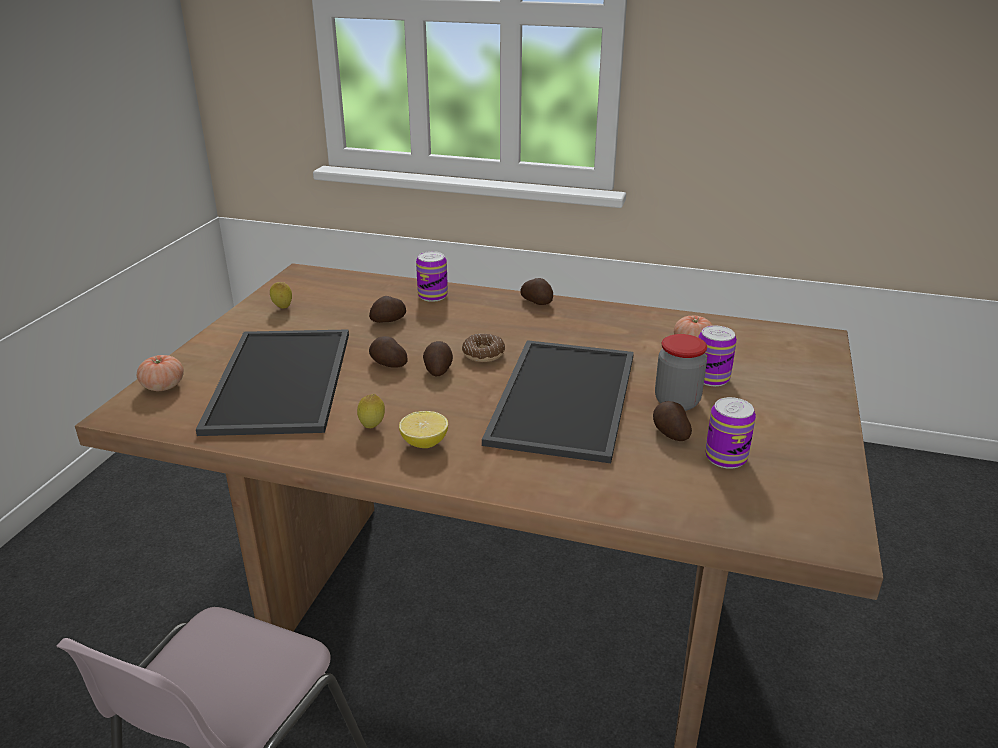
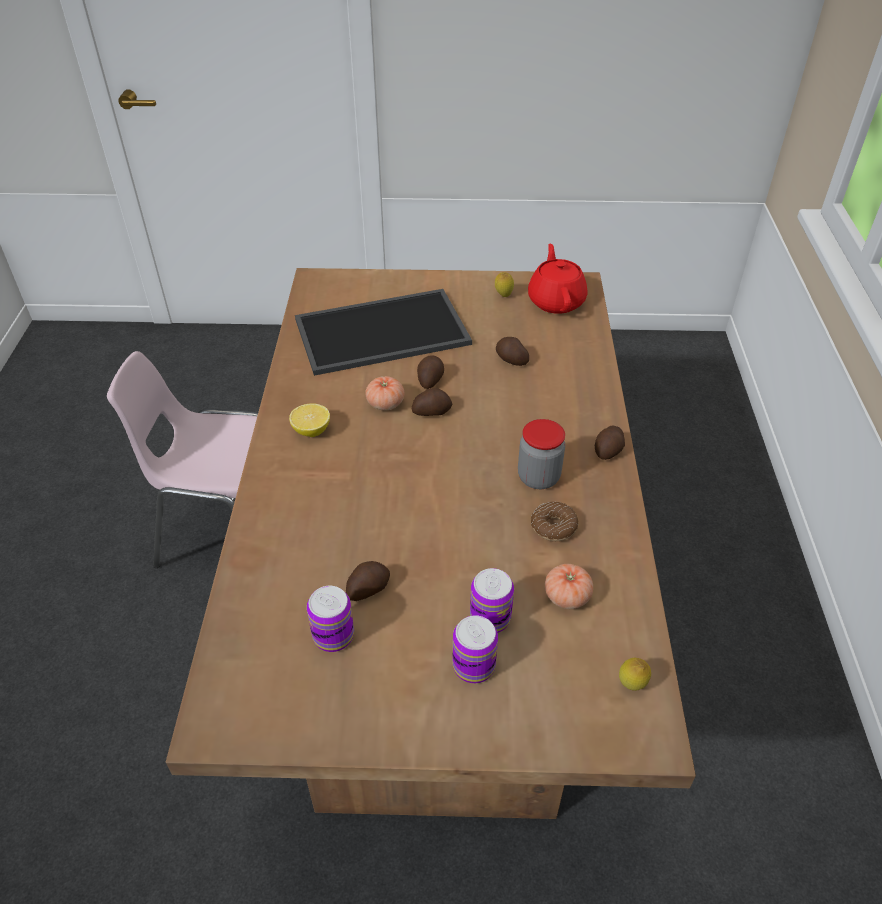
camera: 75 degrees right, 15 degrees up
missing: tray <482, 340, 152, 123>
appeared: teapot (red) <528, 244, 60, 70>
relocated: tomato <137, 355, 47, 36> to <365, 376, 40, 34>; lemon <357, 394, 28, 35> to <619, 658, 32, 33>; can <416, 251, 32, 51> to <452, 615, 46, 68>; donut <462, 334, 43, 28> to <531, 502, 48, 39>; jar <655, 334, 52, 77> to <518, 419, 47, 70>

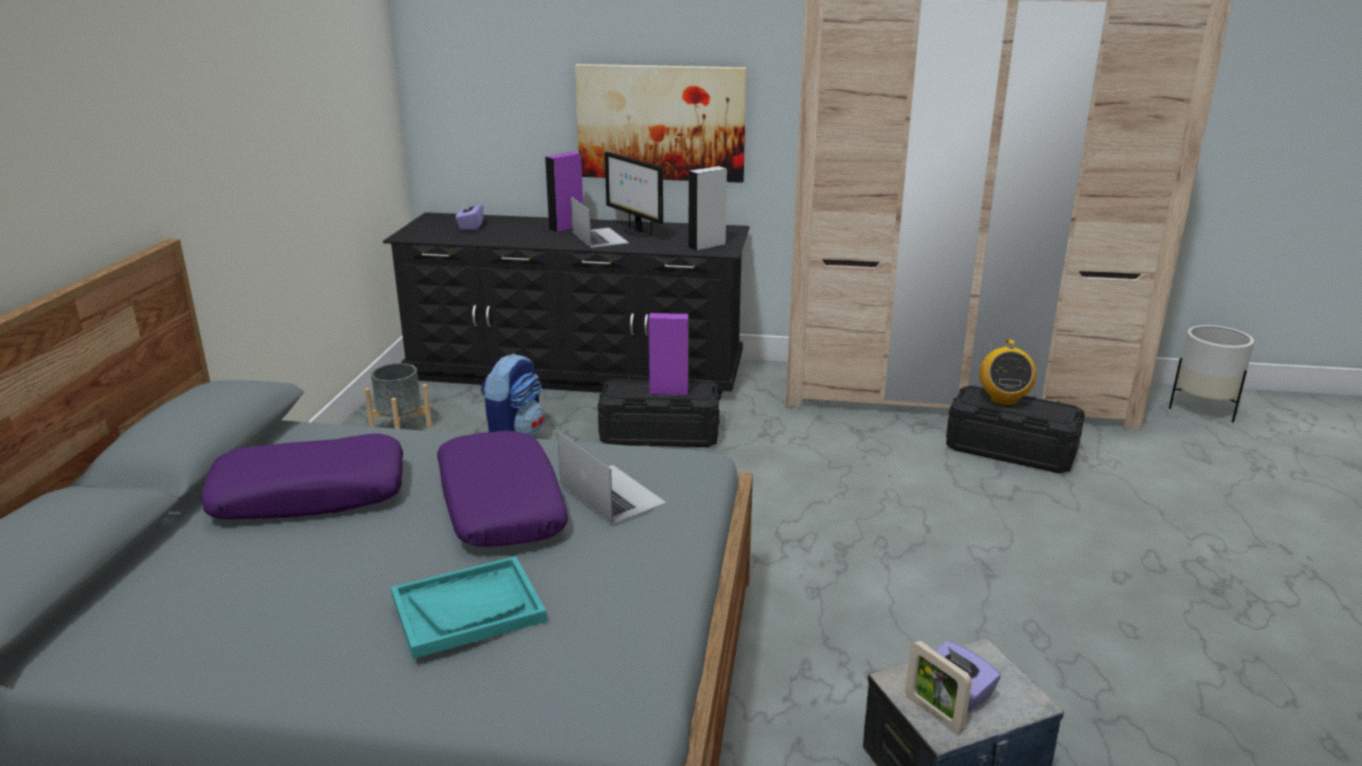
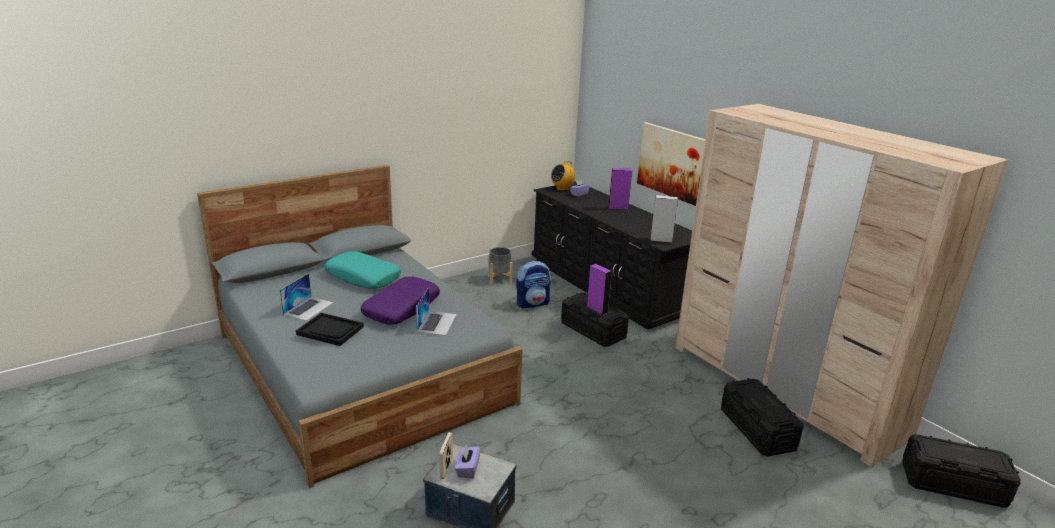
camera: 45 degrees right, 0 degrees up
missing: monitor <605, 152, 58, 85>
relocated: laptop <571, 196, 58, 52> to <280, 273, 54, 48>; radio <979, 340, 57, 66> to <551, 161, 25, 30>
exchanged: planter (white) <1169, 325, 85, 97> to storage box (black) <902, 434, 119, 74>
colour: pillow (purple) <201, 433, 202, 87> to pillow (turquoise) <324, 251, 77, 38>; tray (turquoise) <391, 556, 156, 103> to tray (black) <296, 313, 68, 33>

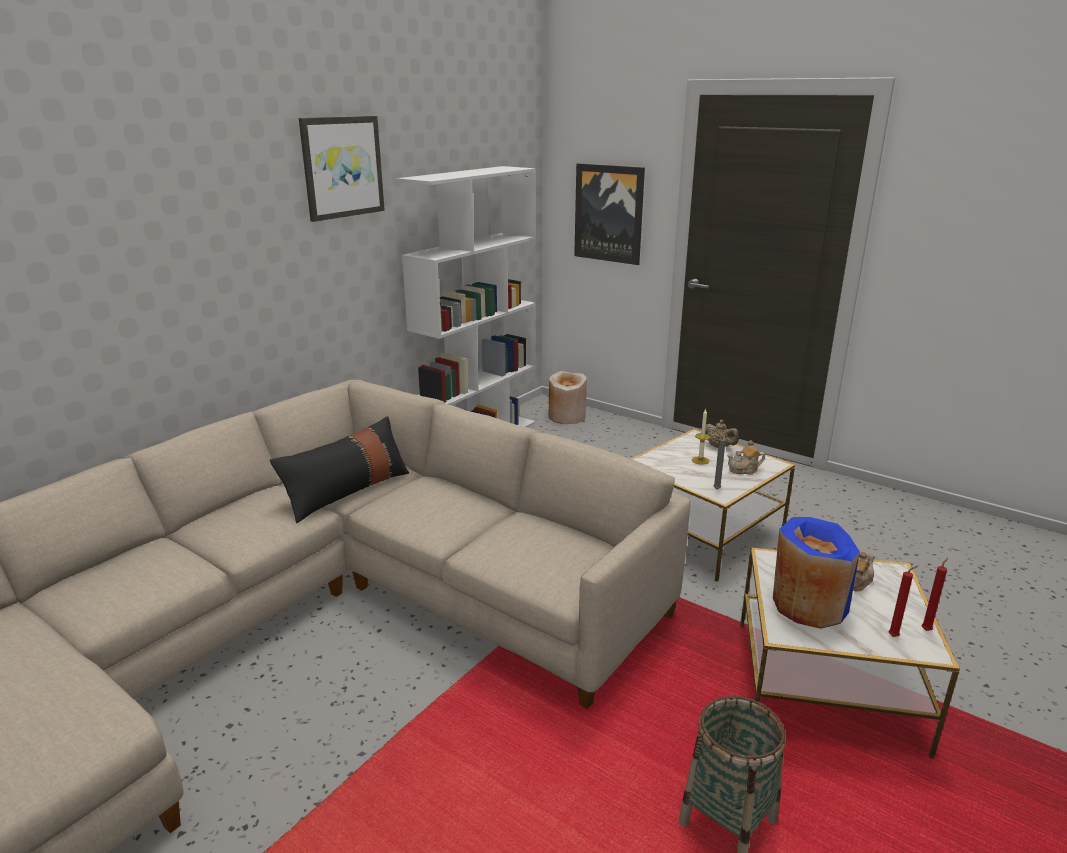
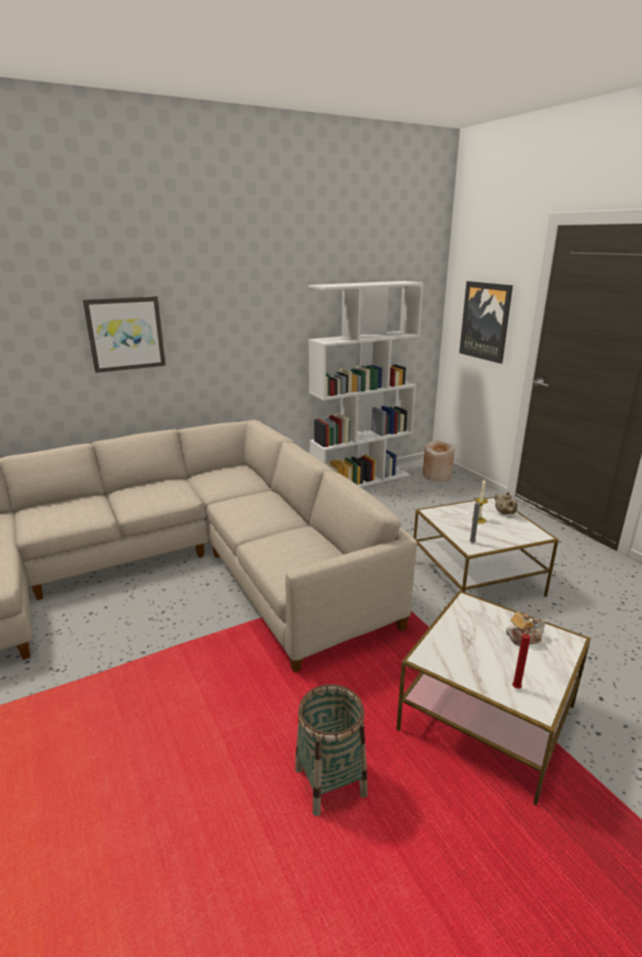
camera: 25 degrees right, 0 degrees up
missing: pillow (black) <270, 416, 139, 107>; teapot <727, 440, 38, 35>; vase (blue) <773, 517, 87, 112>; candle (red) <922, 558, 26, 73>
relocated: picture <299, 116, 86, 106> to <83, 296, 83, 77>

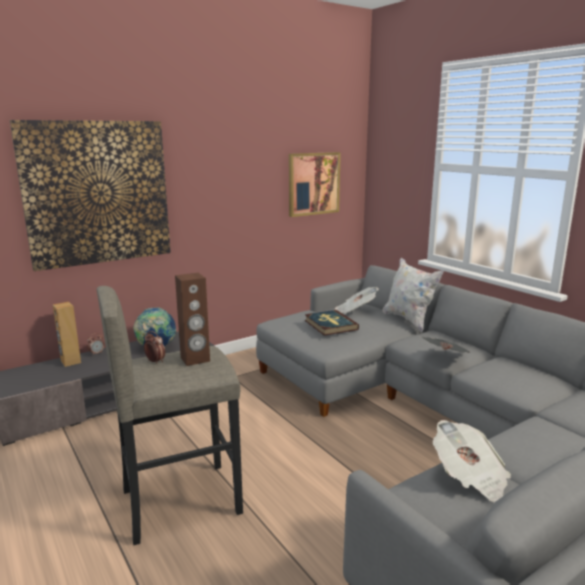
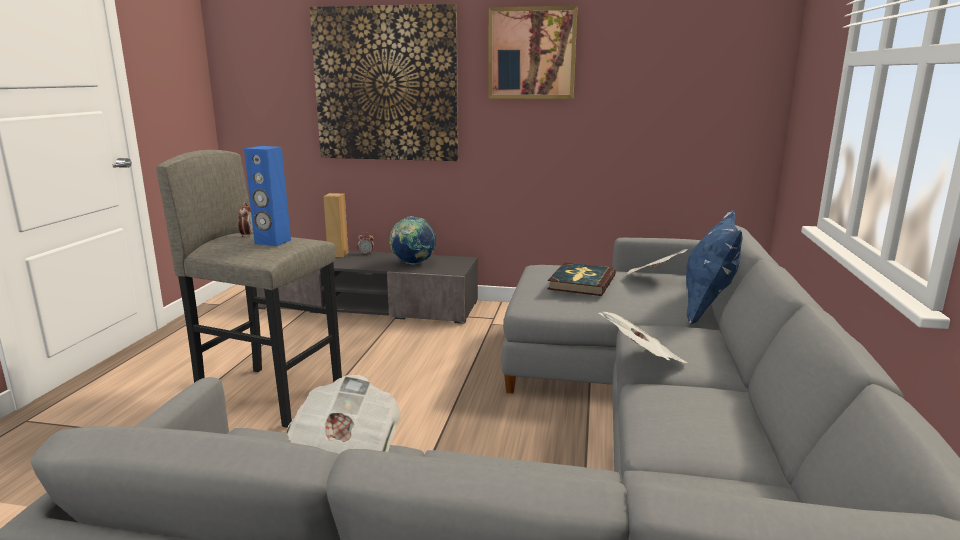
camera: 45 degrees right, 0 degrees up
relocated: picture <289, 152, 52, 65> to <488, 6, 89, 93>
colour: speaker (brown) <175, 273, 35, 93> to speaker (blue) <244, 146, 47, 100>; pillow (white) <382, 258, 62, 74> to pillow (blue) <686, 209, 57, 115>

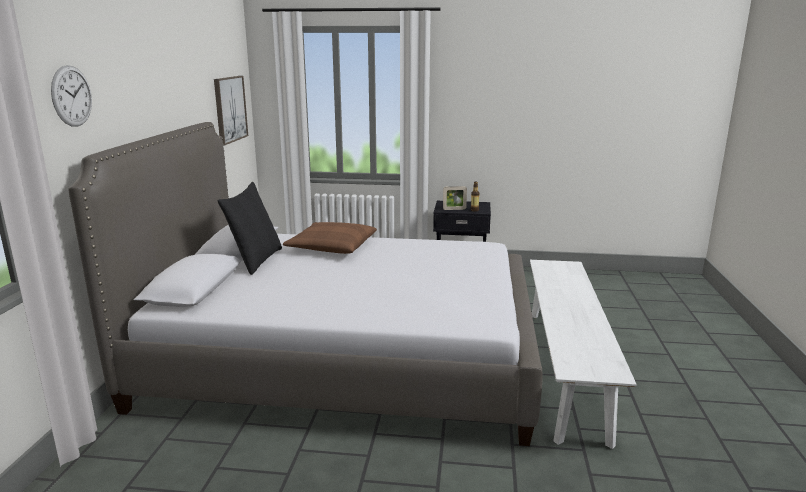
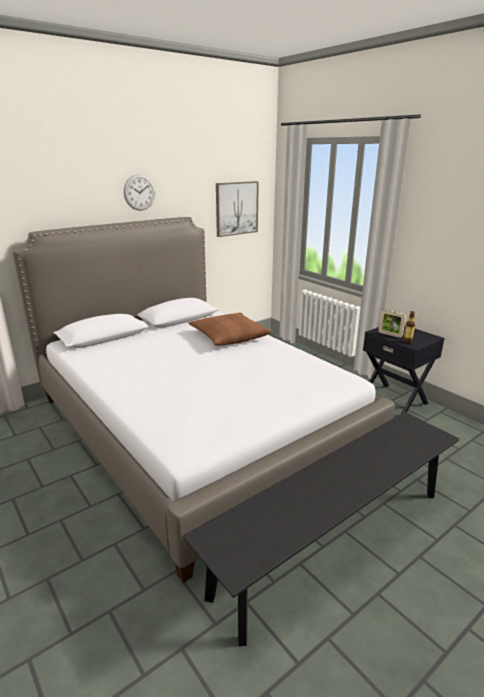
camera: 45 degrees right, 5 degrees up
missing: pillow (black) <218, 182, 64, 93>
relocated: wall clock <51, 65, 41, 62> to <124, 174, 31, 37>
colour: bench (white) <530, 260, 107, 189> to bench (black) <183, 412, 277, 234>

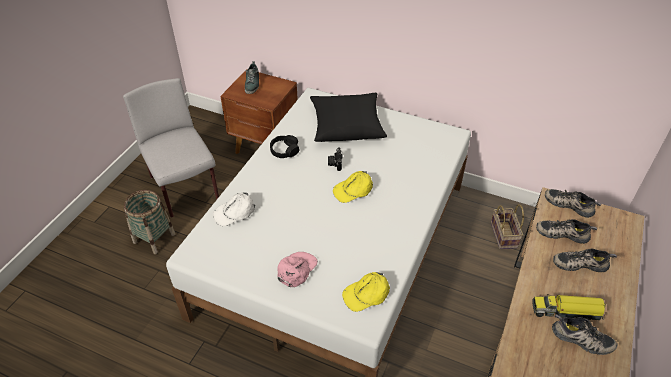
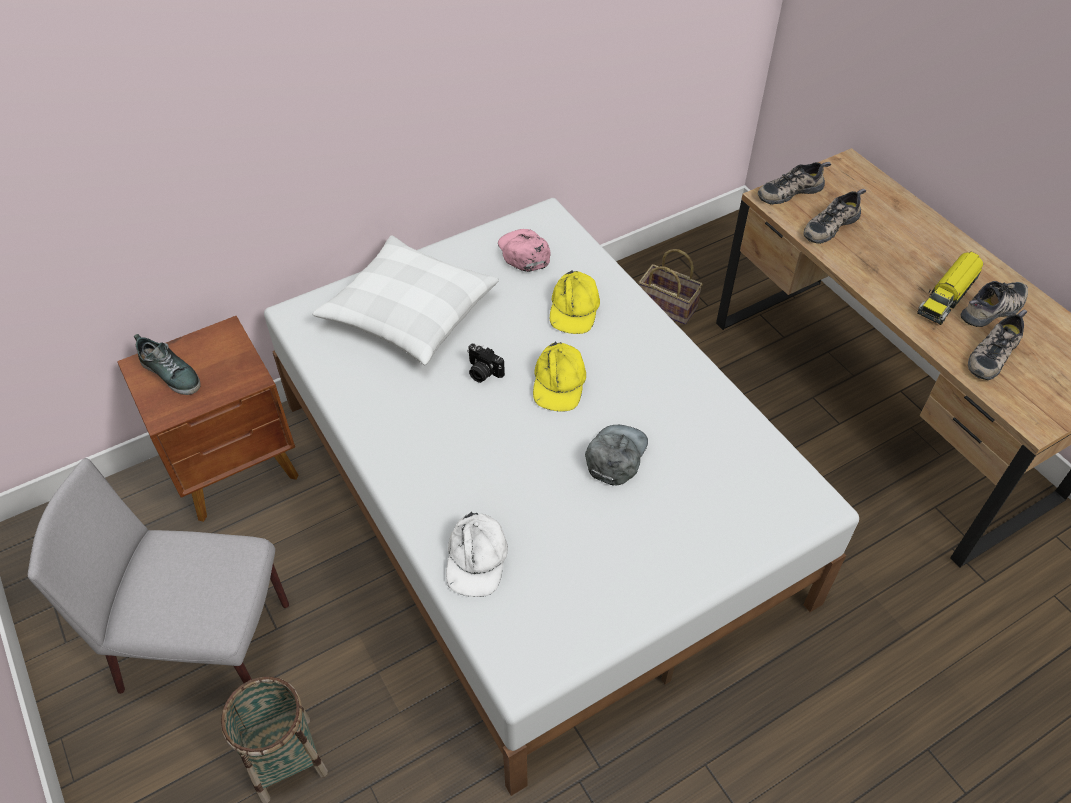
camera: 55 degrees left, 5 degrees up
missing: headphones (black) <270, 135, 29, 23>
appeared: cap (grey) <585, 425, 63, 61>
relocated: cap (pink) <277, 252, 41, 35> to <498, 229, 53, 43>; cap (yellow) <342, 272, 48, 40> to <550, 269, 50, 65>; shoe <553, 249, 64, 23> to <968, 309, 60, 71>
colour: pillow (black) <310, 93, 77, 49> to pillow (white) <313, 235, 186, 131>

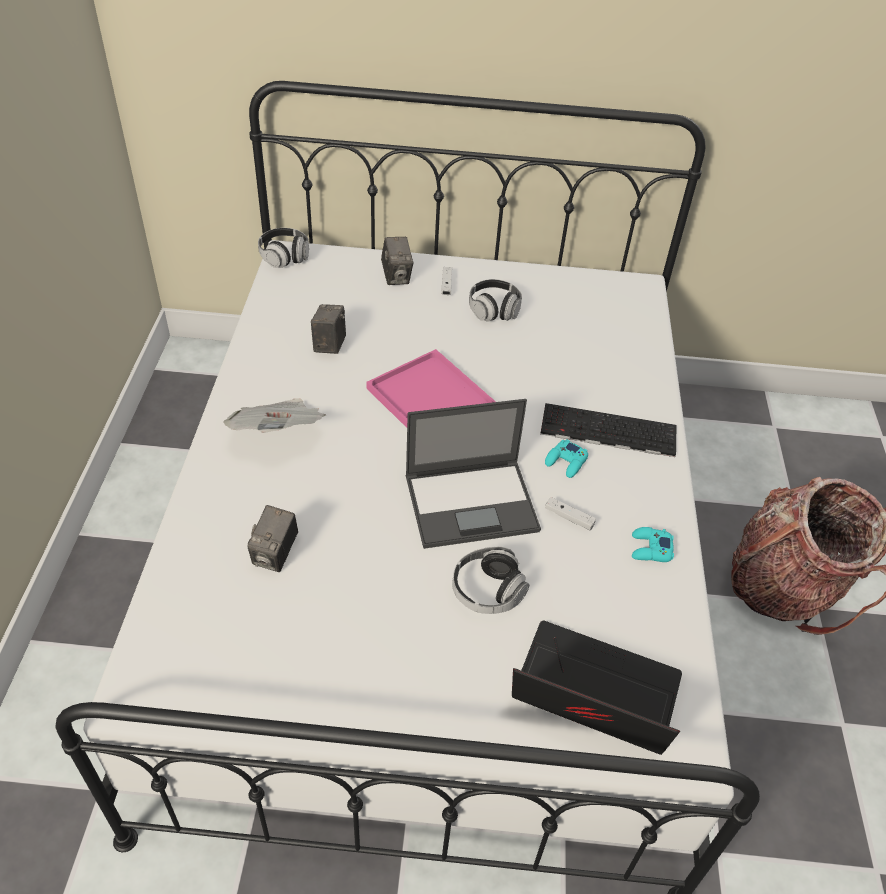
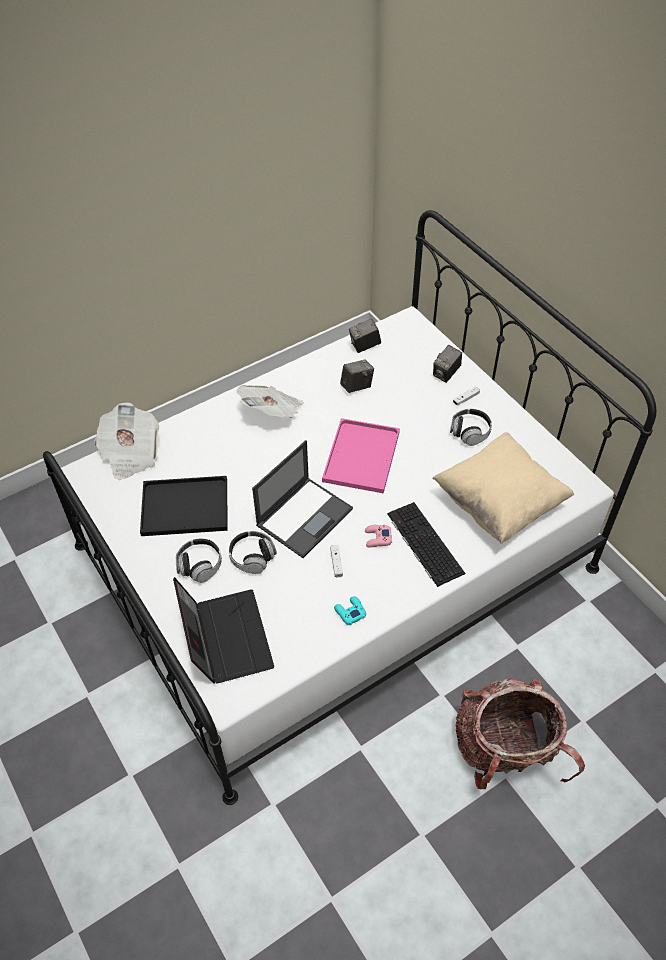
camera: 55 degrees right, 5 degrees up
appeared: newspaper <95, 402, 65, 78>; tray (black) <140, 476, 88, 60>; pillow (beige) <432, 432, 142, 112>
relocated: photo camera <248, 505, 50, 67> to <349, 318, 32, 35>; headphones <258, 228, 51, 40> to <176, 538, 46, 45>
colour: game controller (turquoise) <545, 440, 43, 38> to game controller (pink) <365, 524, 27, 24>
spun: laptop <406, 399, 135, 150> = <252, 440, 101, 118> 90 degrees counterclockwise

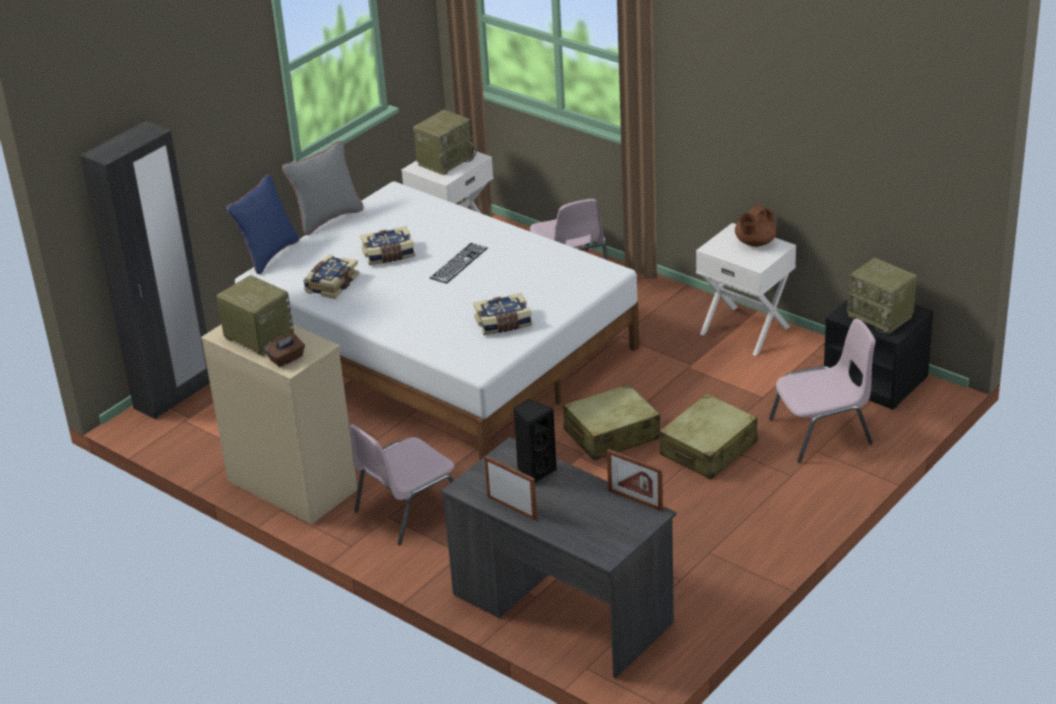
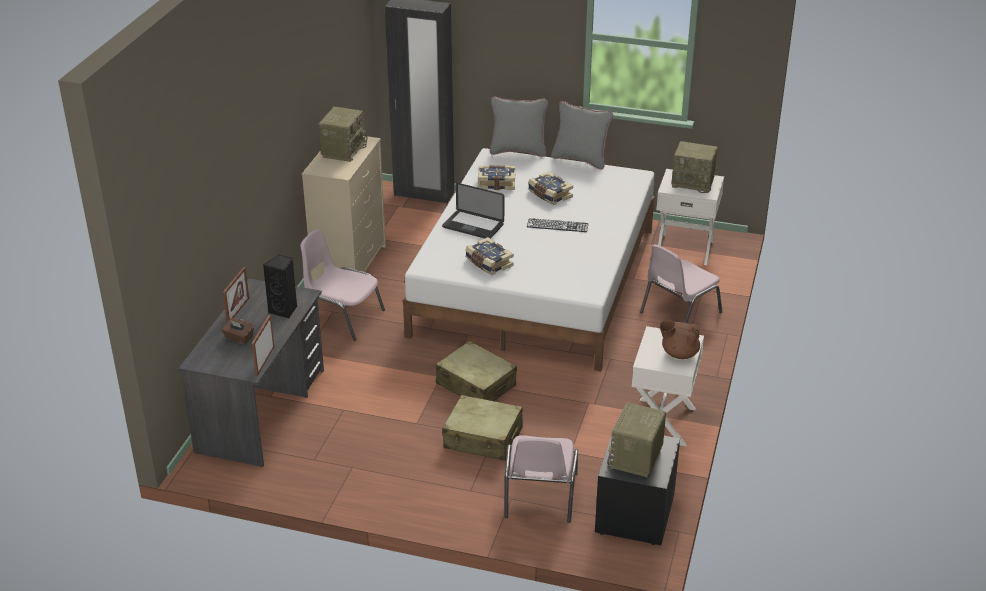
camera: 65 degrees right, 0 degrees up
appeared: laptop <442, 183, 62, 56>
relocated: tissue box (brown) <265, 333, 40, 34> to <222, 318, 32, 26>
colour: pillow (blue) <226, 174, 73, 100> to pillow (grey) <490, 97, 58, 60>
spun: chair (pink) <769, 319, 106, 144> = <504, 435, 74, 88> 45 degrees clockwise

